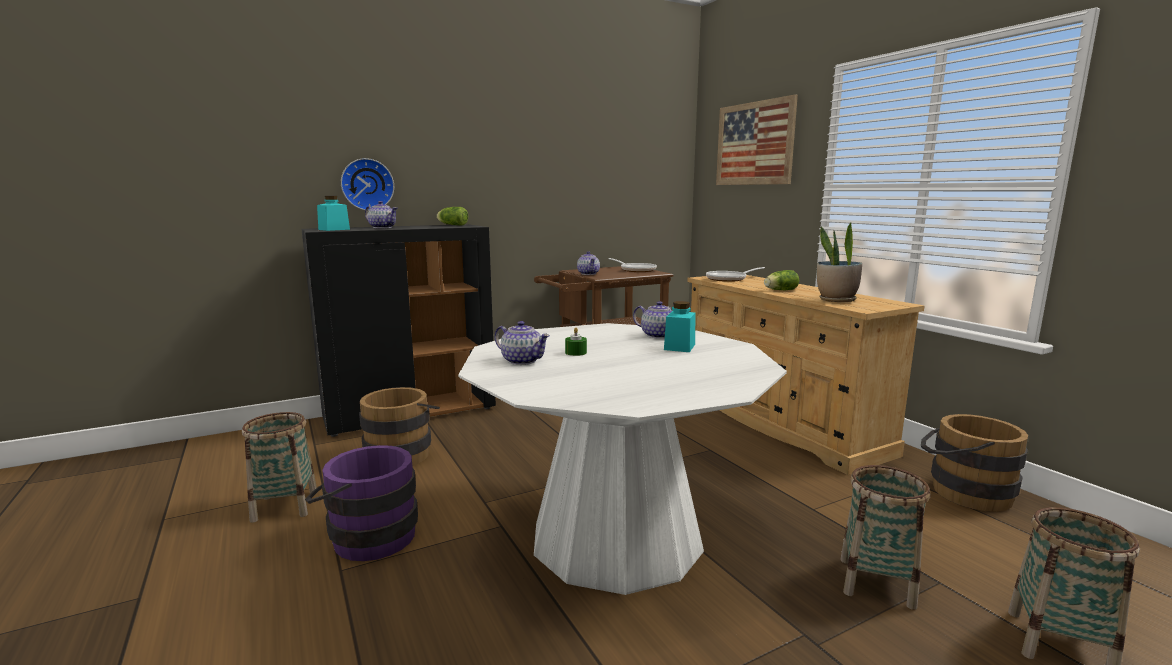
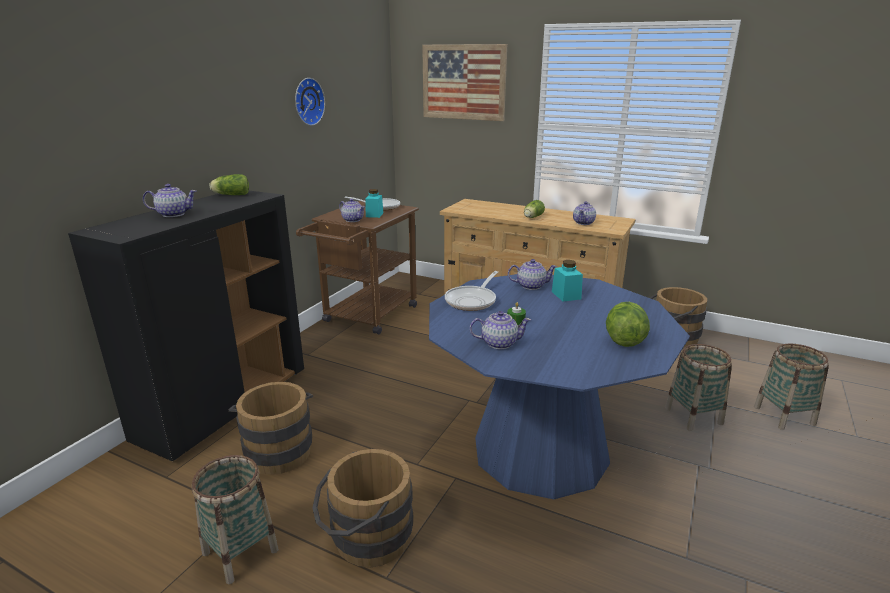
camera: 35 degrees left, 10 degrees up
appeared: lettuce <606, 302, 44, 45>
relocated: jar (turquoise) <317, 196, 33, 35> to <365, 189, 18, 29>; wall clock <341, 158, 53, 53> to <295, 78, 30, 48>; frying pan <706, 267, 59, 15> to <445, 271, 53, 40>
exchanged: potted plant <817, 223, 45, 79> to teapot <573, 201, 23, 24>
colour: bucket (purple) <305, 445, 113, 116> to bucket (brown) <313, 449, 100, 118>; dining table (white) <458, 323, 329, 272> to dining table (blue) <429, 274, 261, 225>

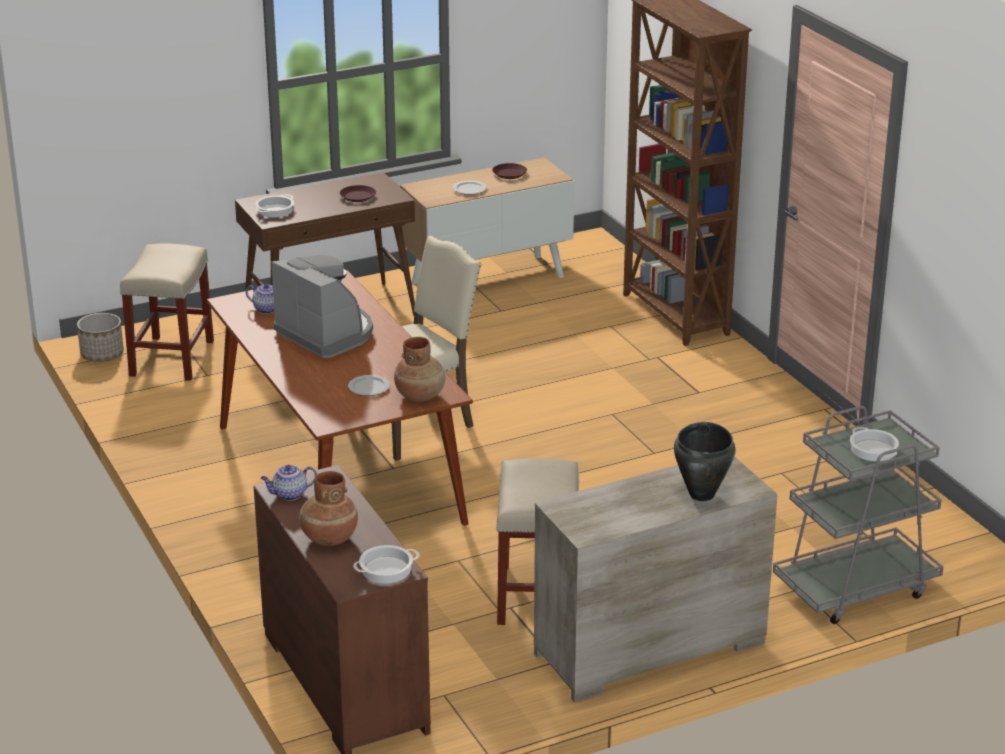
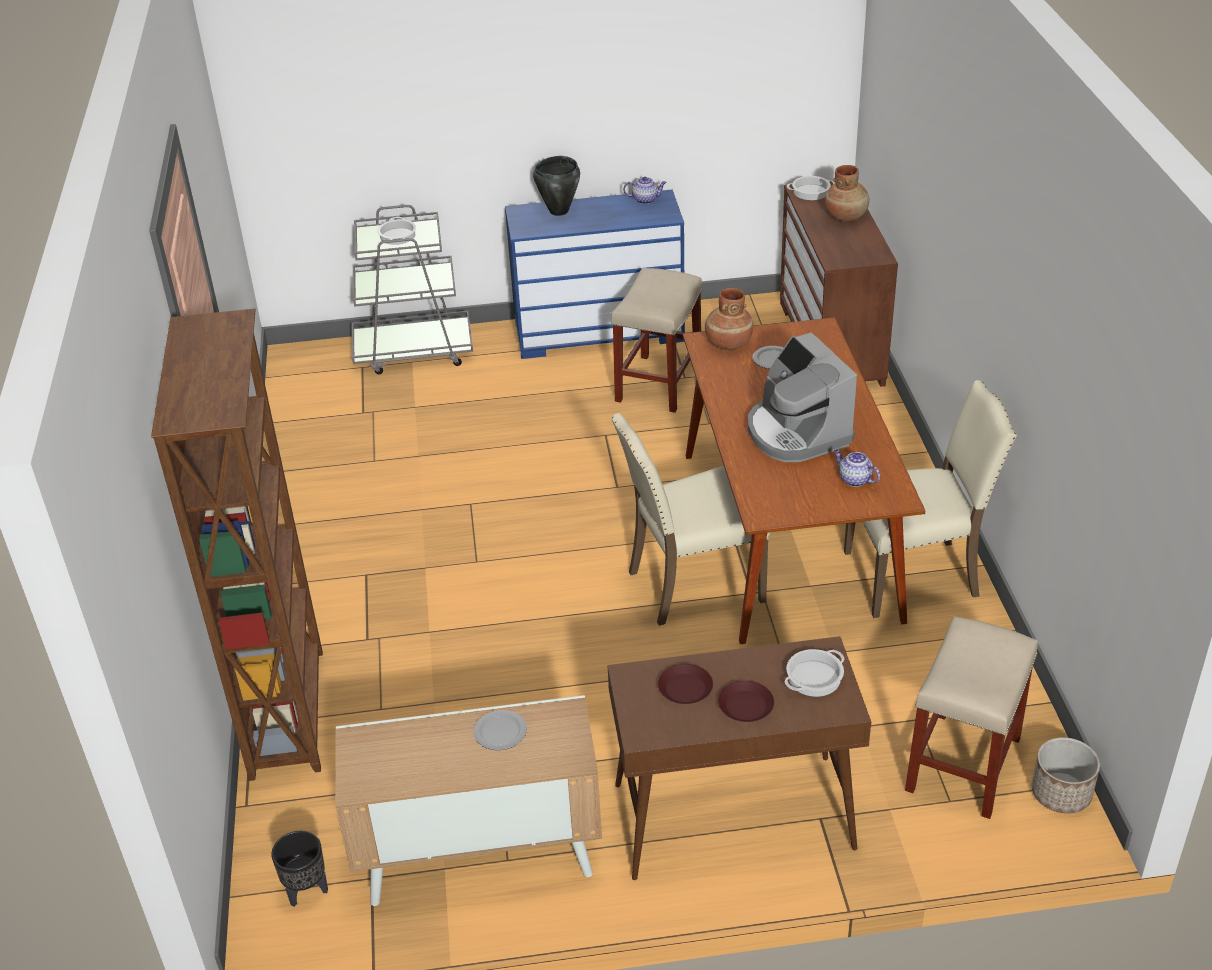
camera: 160 degrees left, 10 degrees up
appeared: planter (black) <271, 831, 57, 76>; chair (beige) <844, 380, 173, 238>
relocated: teapot <261, 465, 56, 36> to <623, 177, 43, 27>; plate (brown) <492, 163, 35, 16> to <718, 681, 56, 41>
colour: dresser (beige) <534, 457, 244, 246> to dresser (blue) <505, 190, 180, 169>

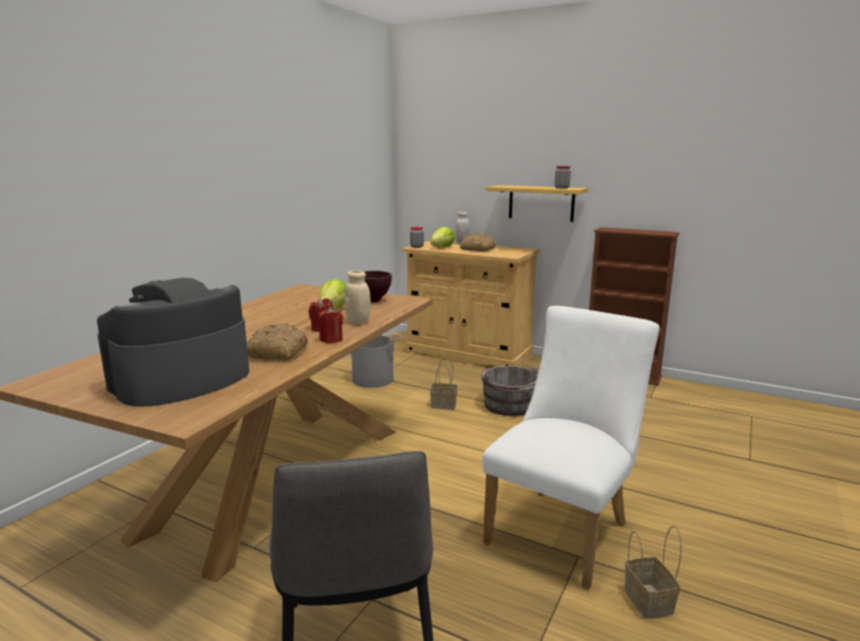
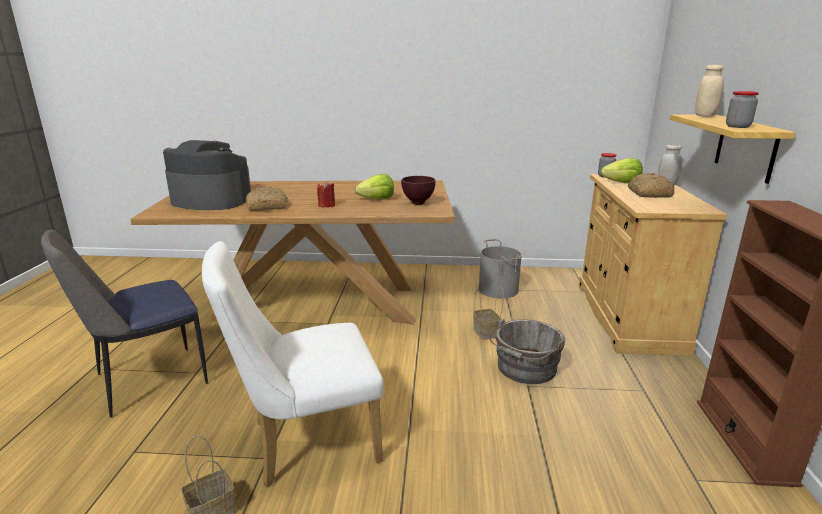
camera: 65 degrees right, 5 degrees up
missing: candle (red) <318, 307, 25, 36>
relocated: jar (beige) <344, 270, 27, 54> to <695, 65, 29, 52>
spun: chair (white) <482, 306, 177, 284> = <202, 241, 182, 246> 150 degrees clockwise

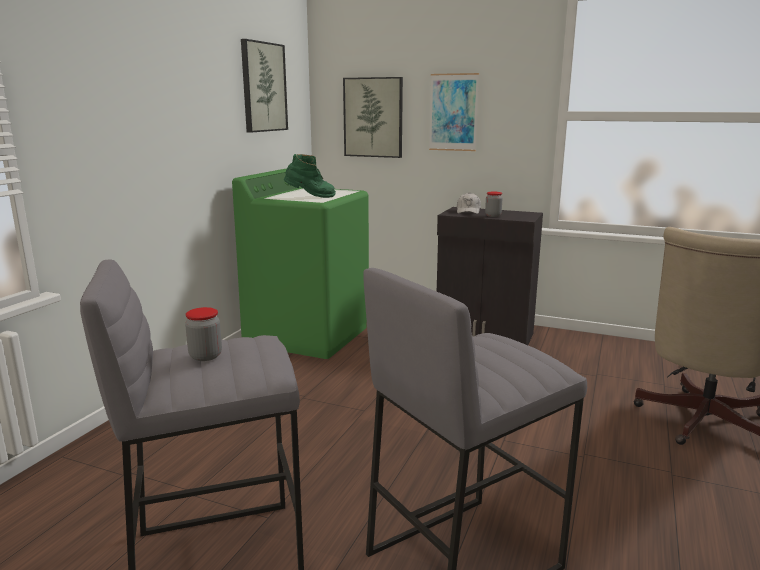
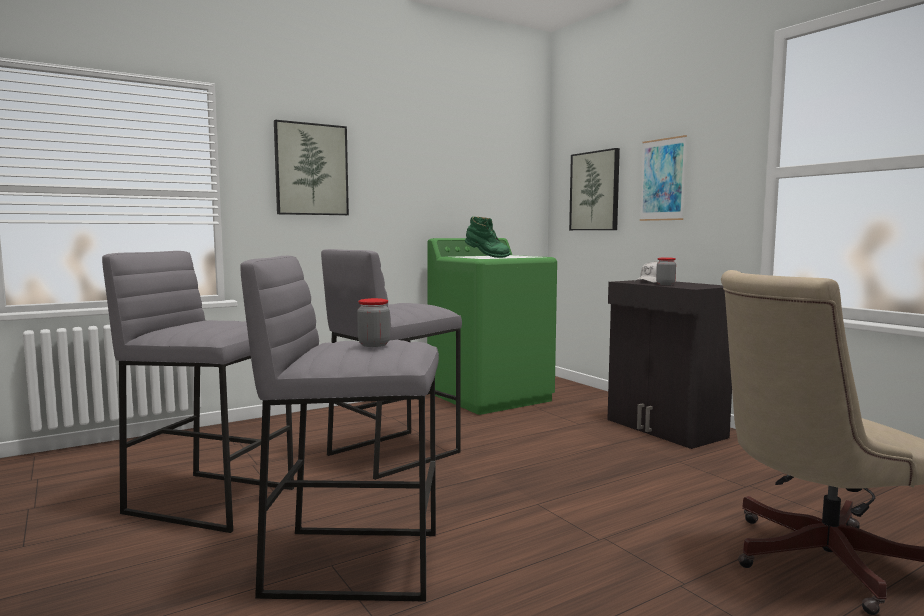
camera: 35 degrees right, 10 degrees down
appeared: stool (grey) <321, 249, 141, 231>
relocated: jar <185, 307, 37, 54> to <357, 298, 33, 49>; picture <241, 39, 47, 94> to <274, 120, 75, 95>

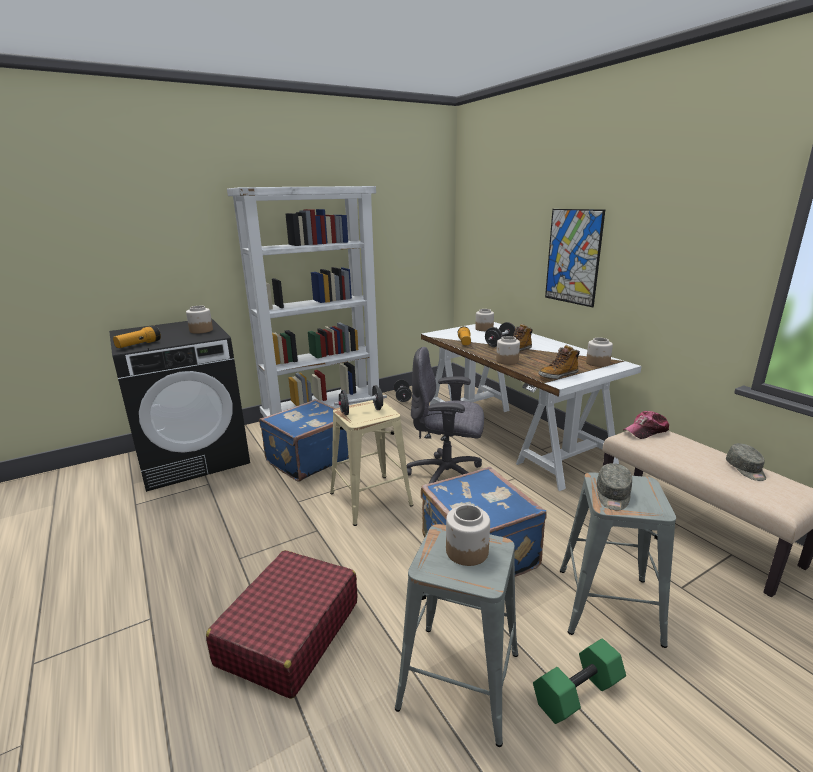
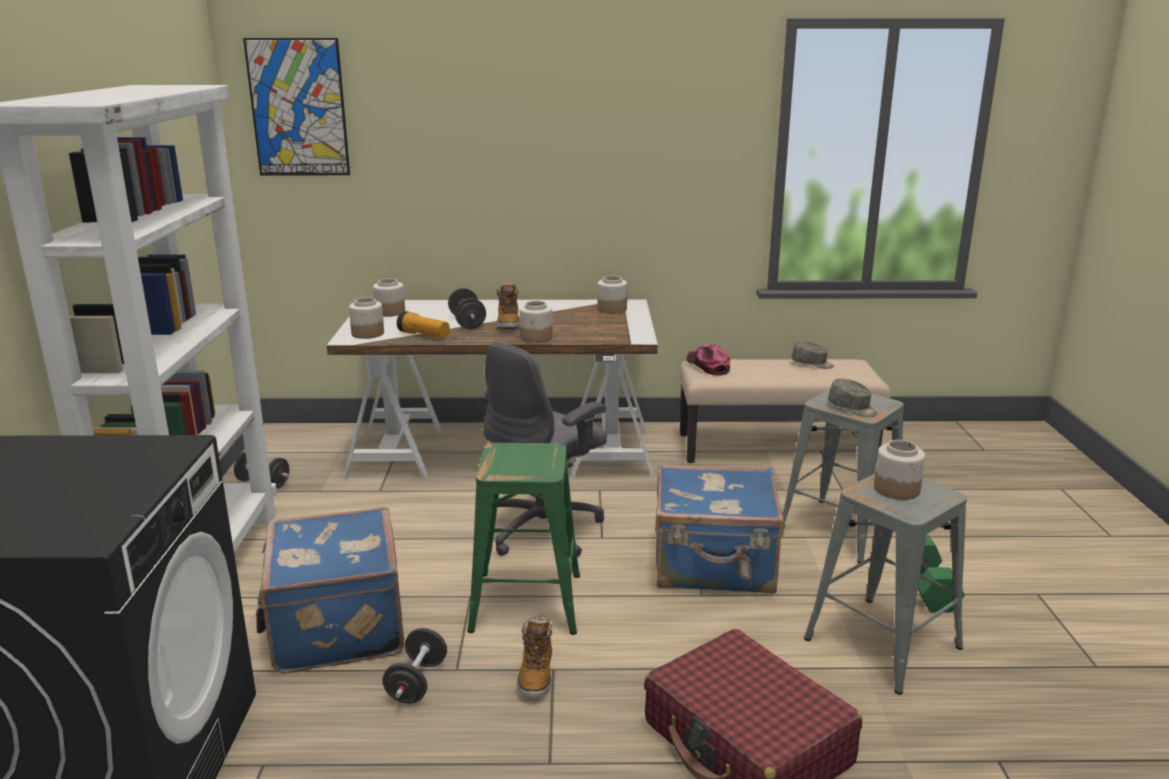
camera: 60 degrees left, 0 degrees up
missing: flashlight <113, 326, 48, 22>
relocated: jar <186, 306, 27, 28> to <349, 297, 35, 42>; dumbbell (black) <334, 385, 53, 30> to <383, 628, 64, 76>; boot <538, 345, 42, 34> to <516, 616, 37, 82>; picture <545, 209, 60, 98> to <243, 38, 107, 137>
colour: stool (beige) <330, 400, 83, 126> to stool (green) <467, 443, 113, 192>
spun: cap <623, 411, 46, 28> = <687, 344, 43, 32> 150 degrees clockwise

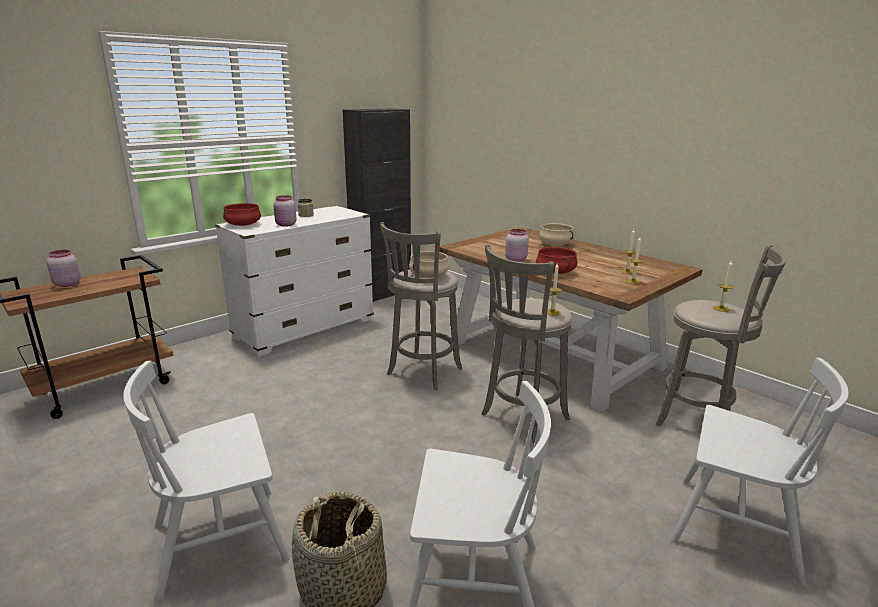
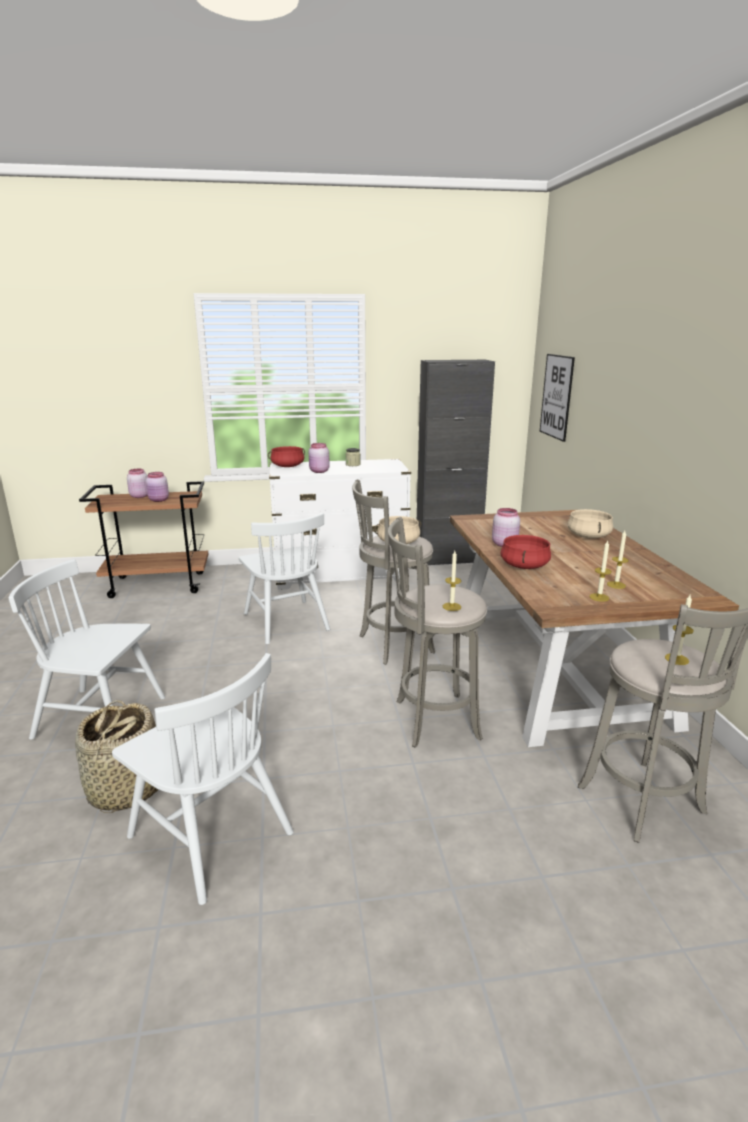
camera: 35 degrees right, 0 degrees up
appeared: jar (pink) <146, 472, 23, 30>; picture <540, 354, 35, 88>
relocated: chair (white) <671, 357, 178, 229> to <239, 513, 91, 131>

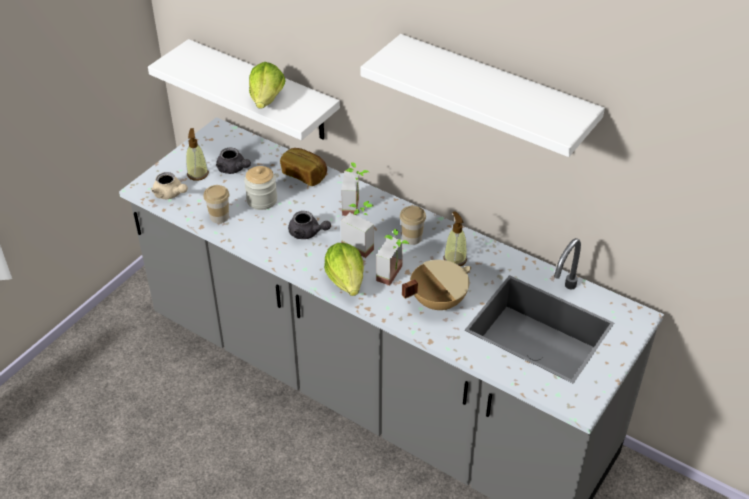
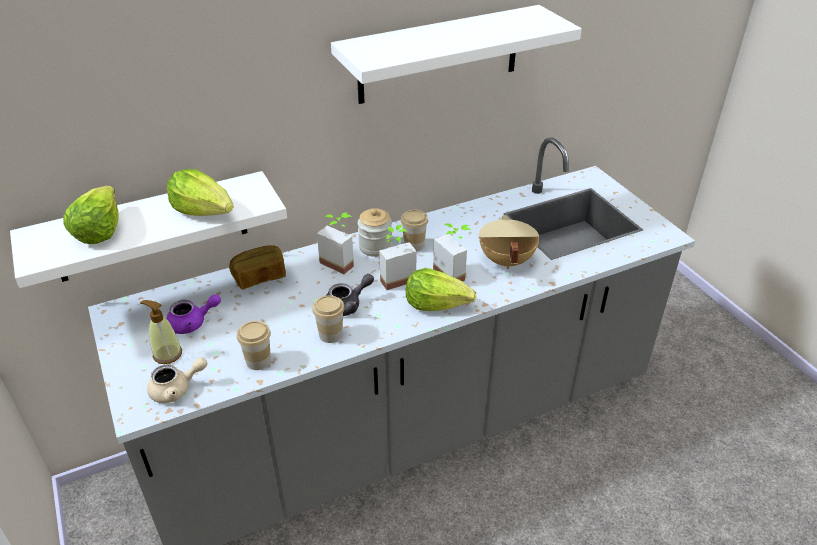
camera: 60 degrees left, 5 degrees down
missing: soap dispenser <443, 212, 24, 54>
appeared: lettuce <63, 186, 56, 58>; cup <312, 295, 33, 48>
relocated: jar <244, 166, 33, 44> to <358, 208, 34, 49>
colour: teapot (grey) <216, 148, 35, 26> to teapot (purple) <167, 294, 54, 40>

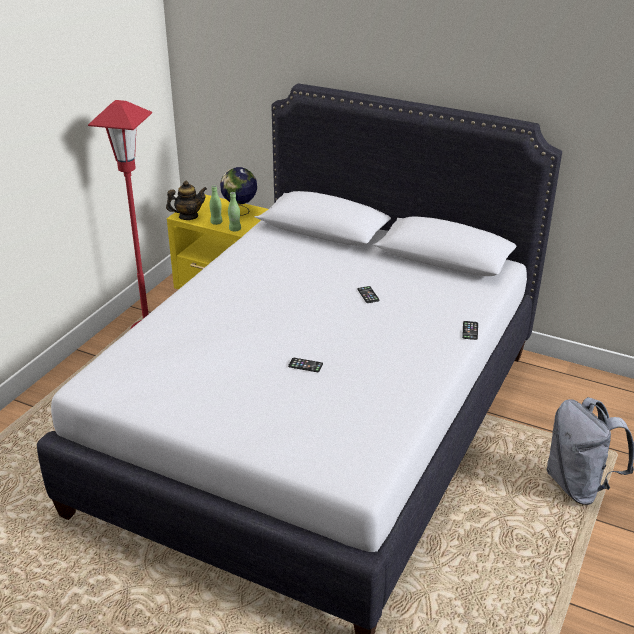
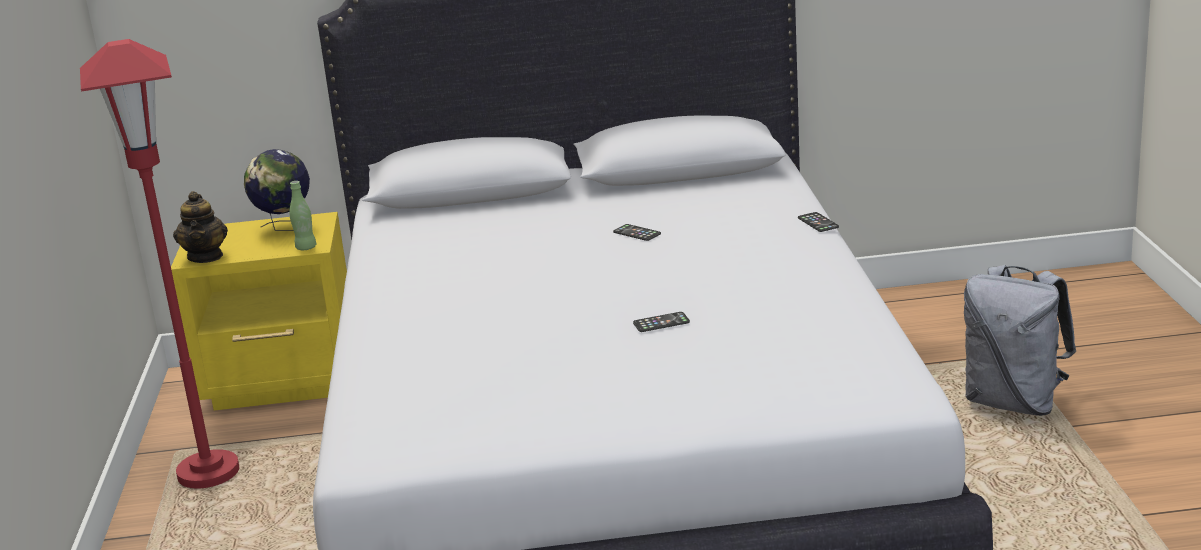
camera: 30 degrees left, 10 degrees down
missing: bottle (green) <209, 186, 14, 39>
spun: teapot <166, 181, 41, 39> = <173, 191, 55, 72> 135 degrees clockwise

